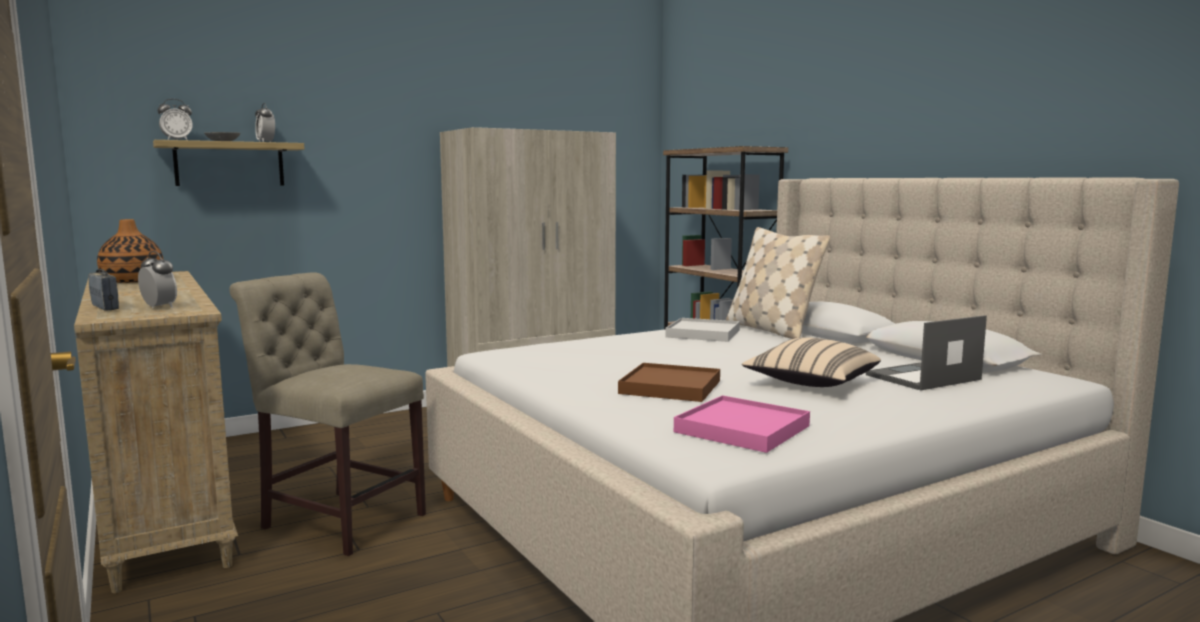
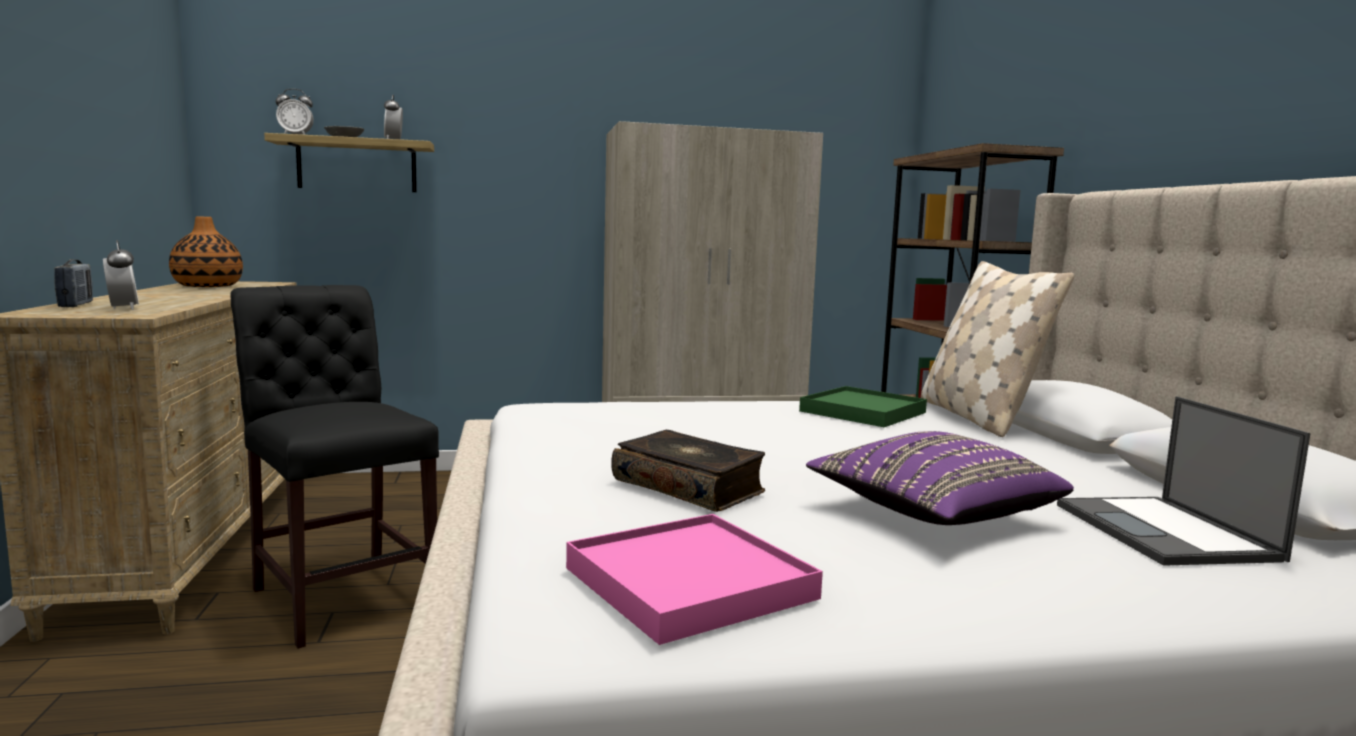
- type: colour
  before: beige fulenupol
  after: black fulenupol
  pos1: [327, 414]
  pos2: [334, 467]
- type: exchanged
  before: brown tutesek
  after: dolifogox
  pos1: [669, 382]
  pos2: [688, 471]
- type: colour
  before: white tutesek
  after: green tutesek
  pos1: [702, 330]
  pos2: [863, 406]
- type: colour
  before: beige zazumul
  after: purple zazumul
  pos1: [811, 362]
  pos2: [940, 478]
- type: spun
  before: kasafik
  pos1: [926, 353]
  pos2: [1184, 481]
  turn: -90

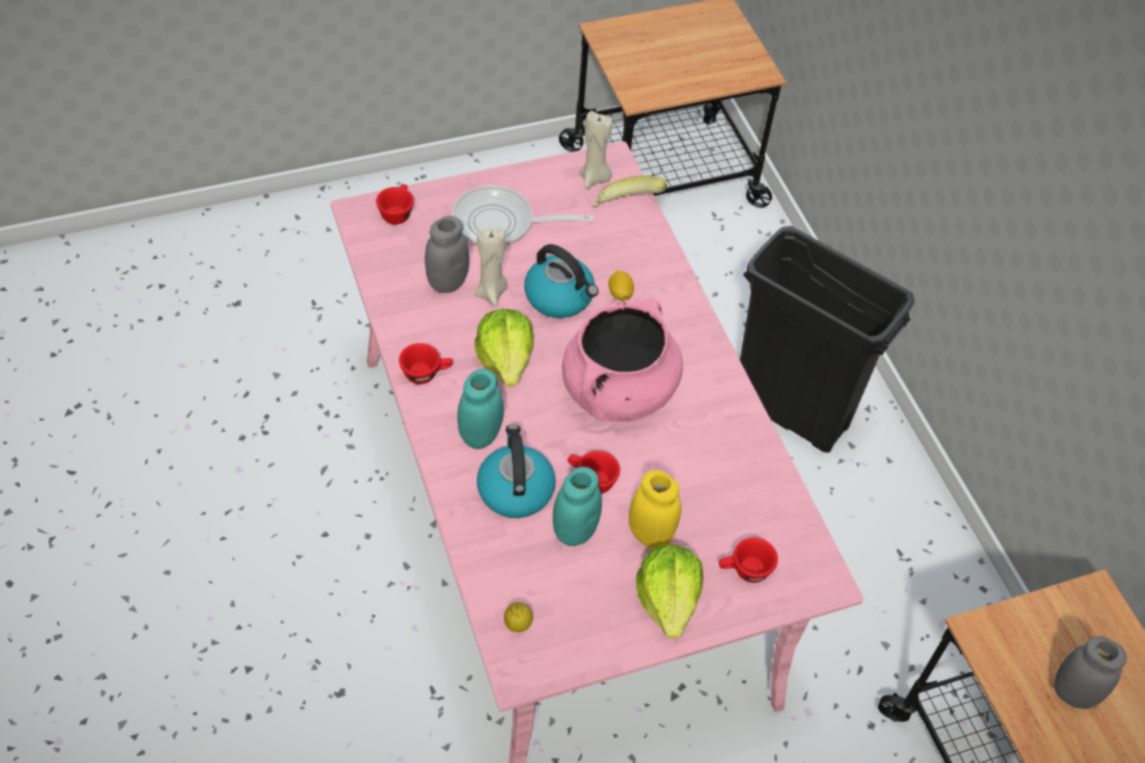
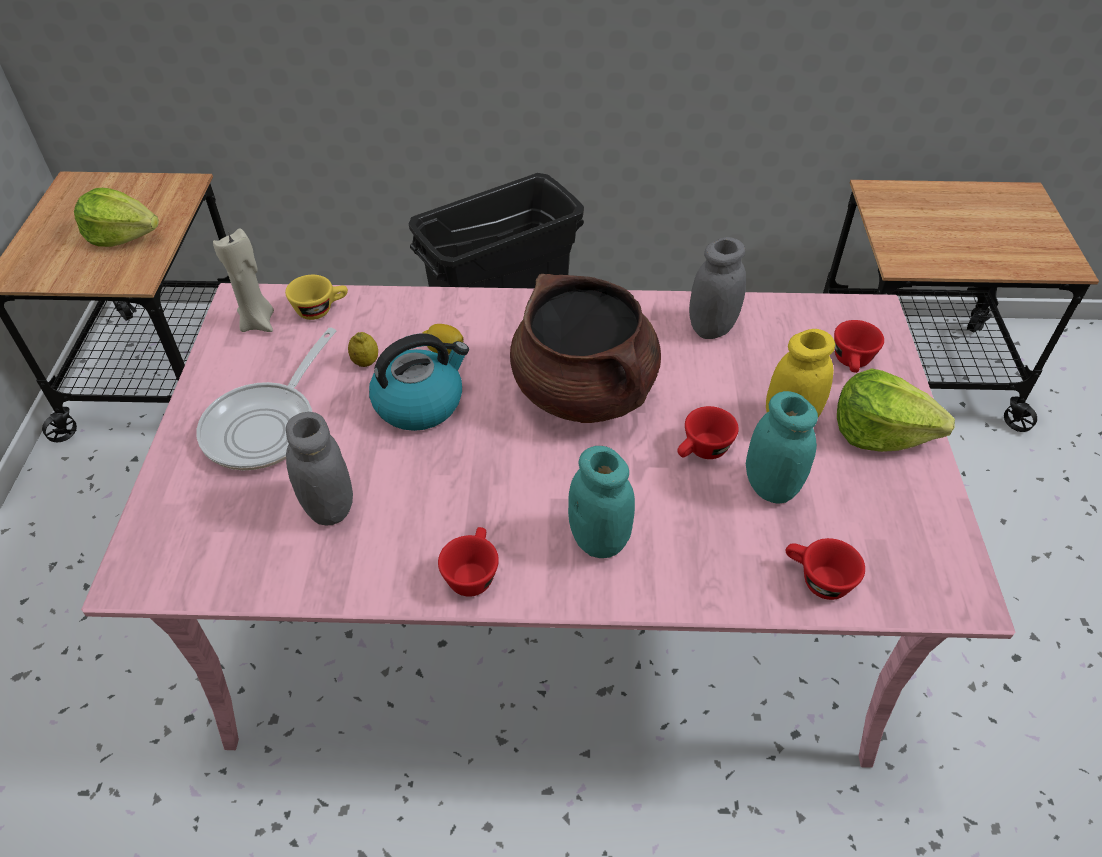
- type: relocated
  before: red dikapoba
  pos1: [395, 204]
  pos2: [825, 569]
- type: missing
  before: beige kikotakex
  pos1: [491, 267]
- type: relocated
  before: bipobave
  pos1: [504, 348]
  pos2: [116, 217]
- type: missing
  before: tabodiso
  pos1: [516, 471]
- type: relocated
  before: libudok
  pos1: [518, 617]
  pos2: [363, 349]
- type: colour
  before: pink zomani
  after: brown zomani
  pos1: [622, 360]
  pos2: [585, 348]
- type: exchanged
  before: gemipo
  after: yellow dikapoba
  pos1: [629, 191]
  pos2: [316, 297]
- type: relocated
  before: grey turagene
  pos1: [1090, 672]
  pos2: [717, 288]

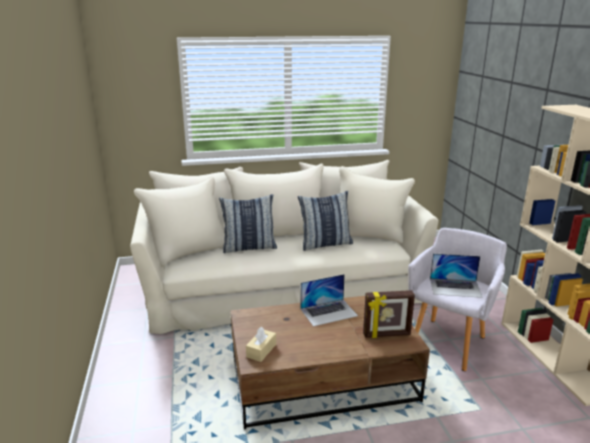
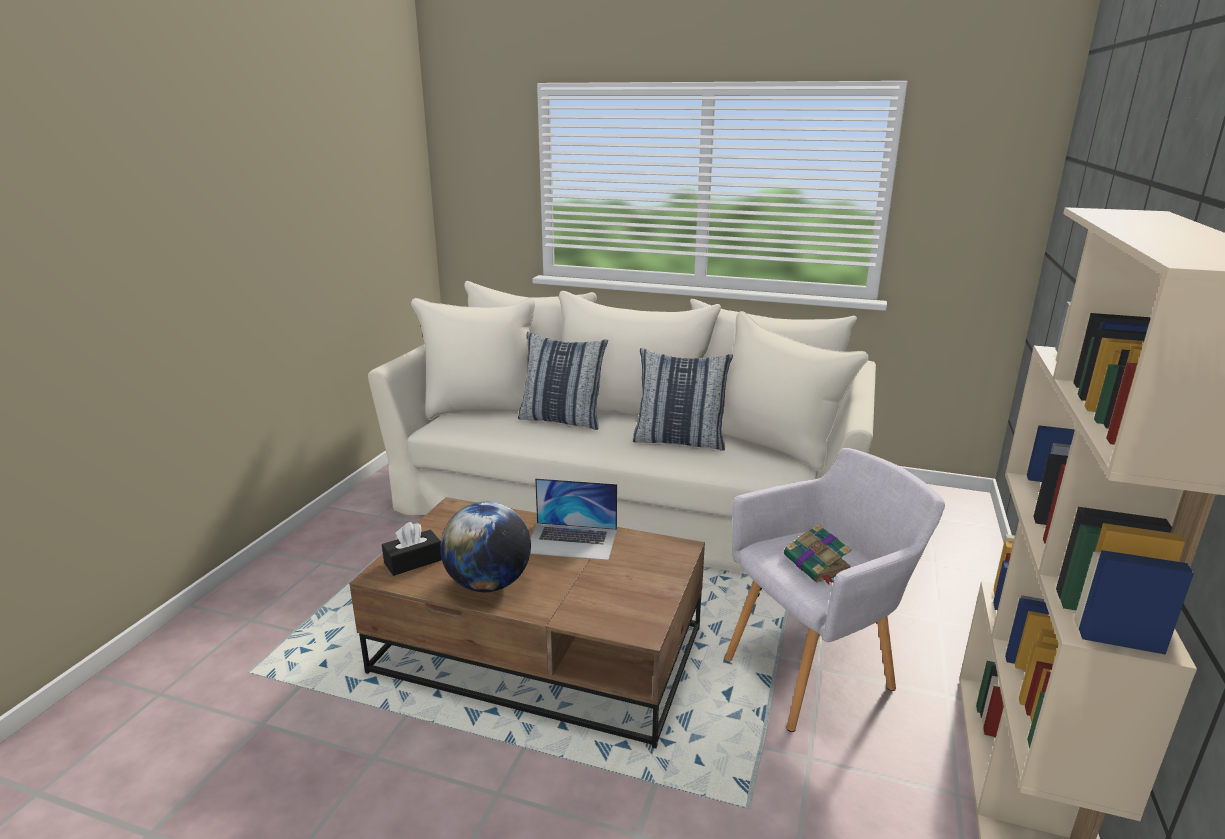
- type: colour
  before: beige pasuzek
  after: black pasuzek
  pos1: [261, 344]
  pos2: [412, 549]
- type: missing
  before: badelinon
  pos1: [389, 314]
- type: exchanged
  before: kasafik
  after: dolifogox
  pos1: [456, 275]
  pos2: [818, 554]
- type: appeared
  after: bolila
  pos2: [485, 547]

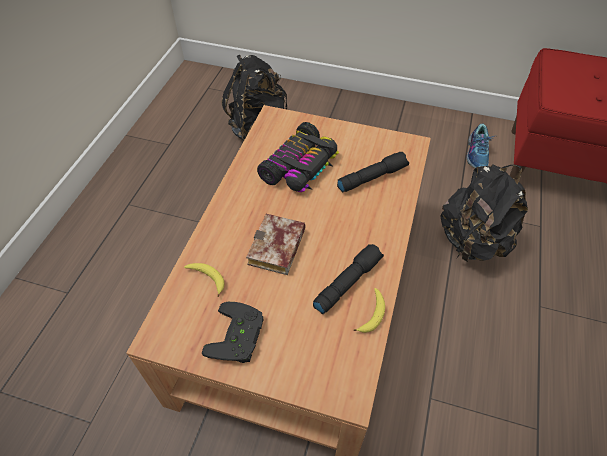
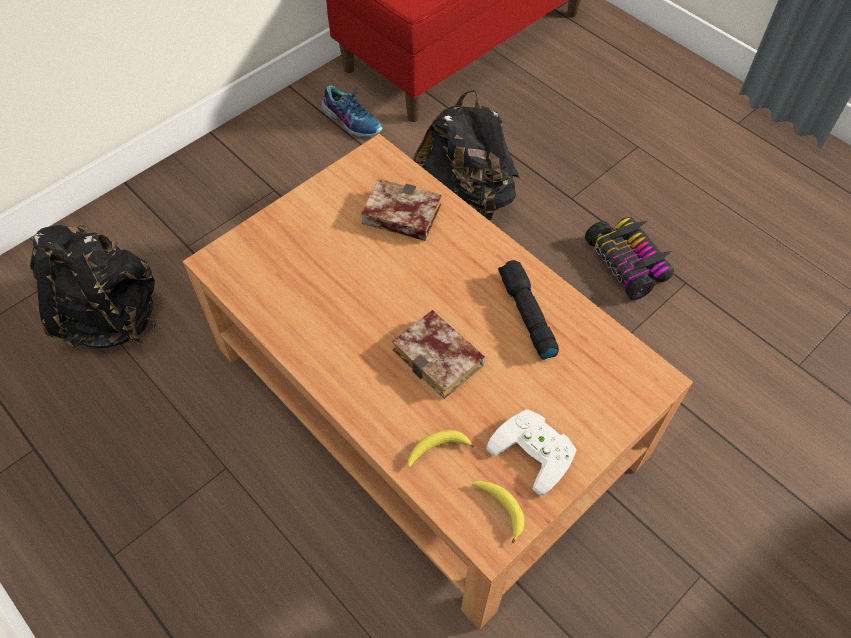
- type: colour
  before: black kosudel
  after: white kosudel
  pos1: [233, 332]
  pos2: [531, 452]
- type: relocated
  before: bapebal
  pos1: [298, 157]
  pos2: [629, 258]
- type: exchanged
  before: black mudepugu
  after: dolifogox
  pos1: [373, 172]
  pos2: [401, 210]
- type: relocated
  before: gemipo
  pos1: [369, 310]
  pos2: [498, 512]

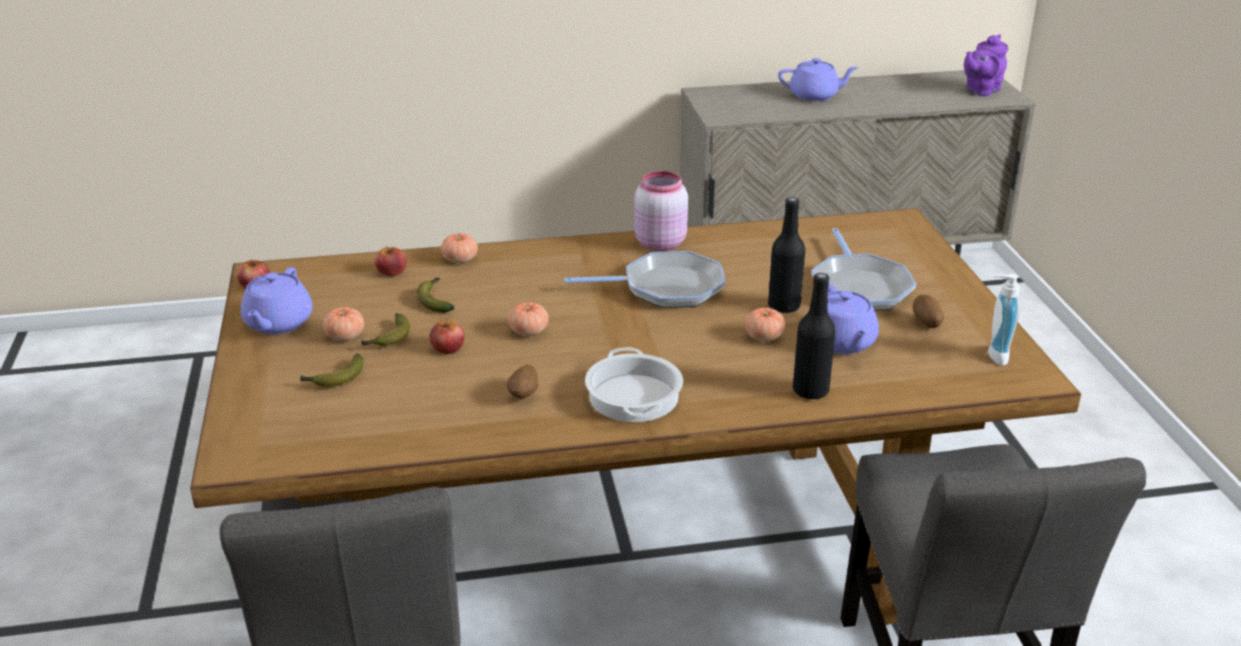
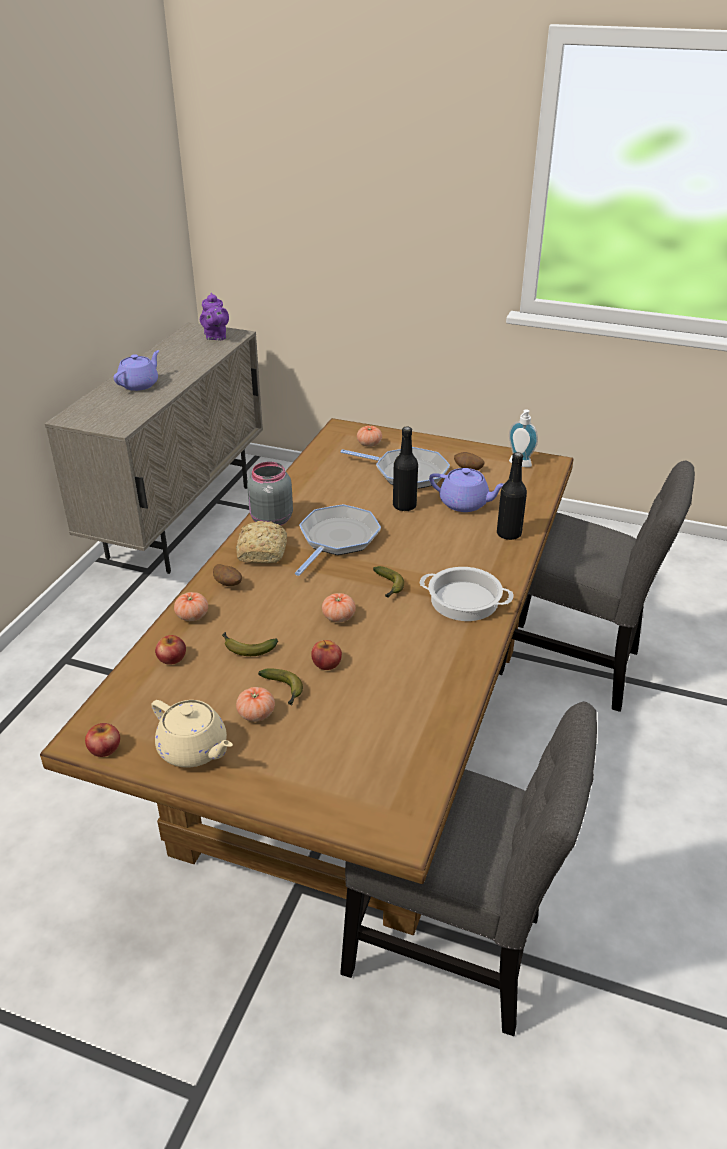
- type: colour
  before: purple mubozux
  after: beige mubozux
  pos1: [277, 300]
  pos2: [192, 734]
- type: relocated
  before: gemipo
  pos1: [331, 370]
  pos2: [388, 582]
- type: relocated
  before: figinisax
  pos1: [522, 382]
  pos2: [227, 575]
- type: colour
  before: pink turagene
  after: grey turagene
  pos1: [661, 211]
  pos2: [270, 493]
- type: relocated
  before: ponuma
  pos1: [765, 324]
  pos2: [369, 436]
- type: appeared
  after: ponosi
  pos2: [261, 542]

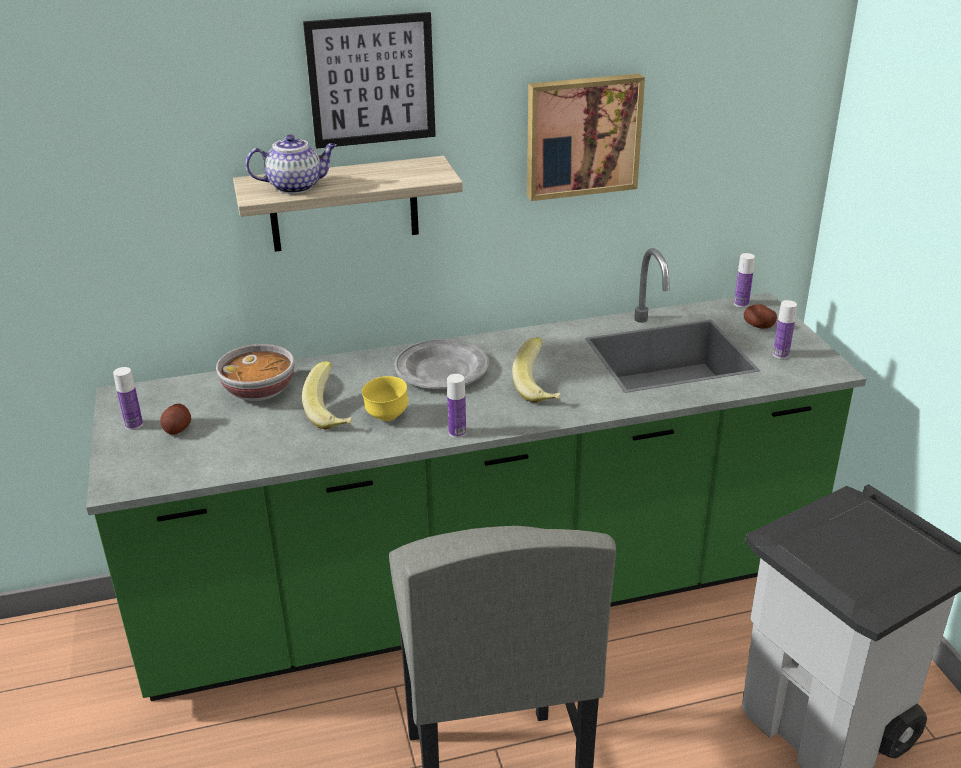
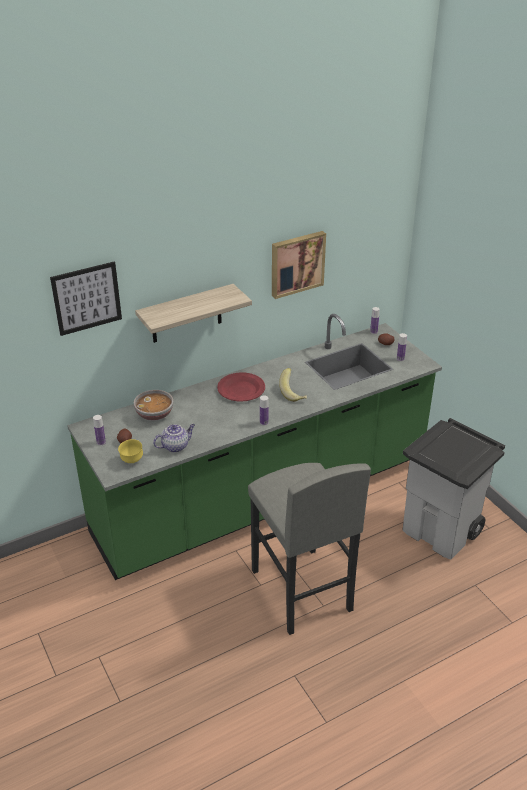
- type: relocated
  before: mubozux
  pos1: [291, 164]
  pos2: [174, 438]
- type: missing
  before: gemipo
  pos1: [327, 395]
- type: relocated
  before: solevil
  pos1: [369, 80]
  pos2: [86, 299]
- type: relocated
  before: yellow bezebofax
  pos1: [385, 398]
  pos2: [130, 451]
- type: colour
  before: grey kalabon
  after: red kalabon
  pos1: [442, 364]
  pos2: [241, 387]

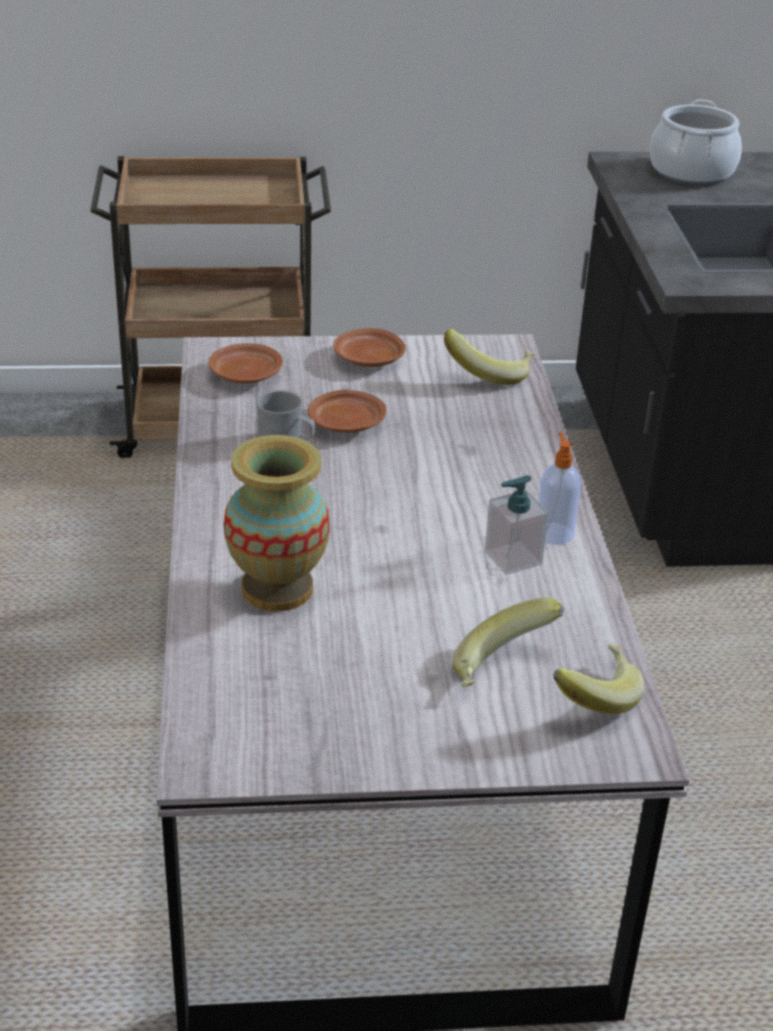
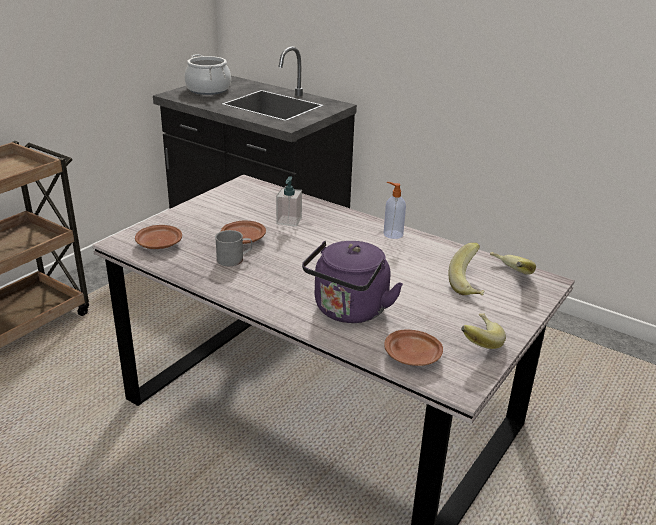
- type: exchanged
  before: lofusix
  after: purple tabodiso
  pos1: [277, 523]
  pos2: [352, 282]
- type: relocated
  before: brown kalabon
  pos1: [369, 347]
  pos2: [413, 348]
- type: relocated
  before: gemipo
  pos1: [489, 357]
  pos2: [483, 331]
- type: relocated
  before: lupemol
  pos1: [517, 525]
  pos2: [289, 201]

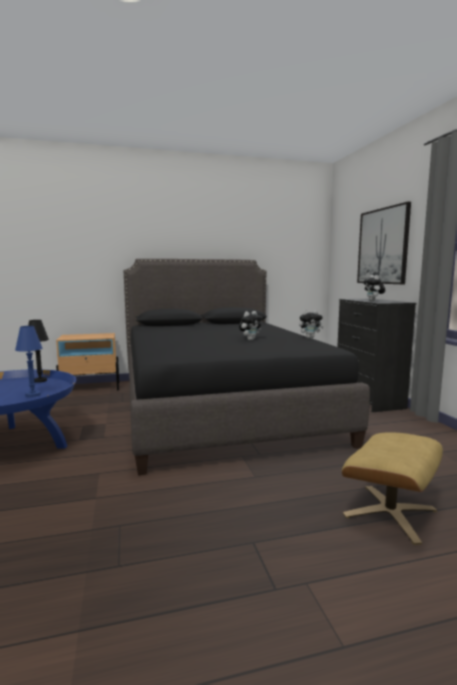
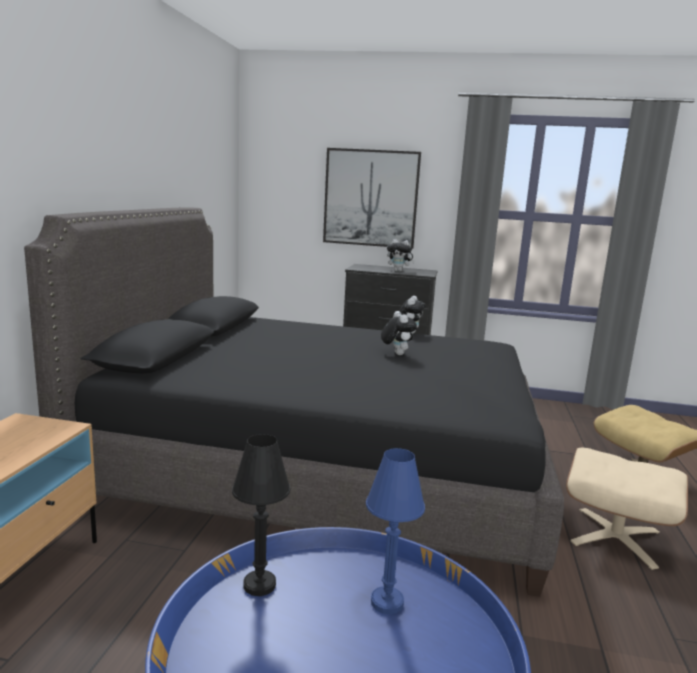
- type: appeared
  after: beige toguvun
  pos2: [627, 509]

